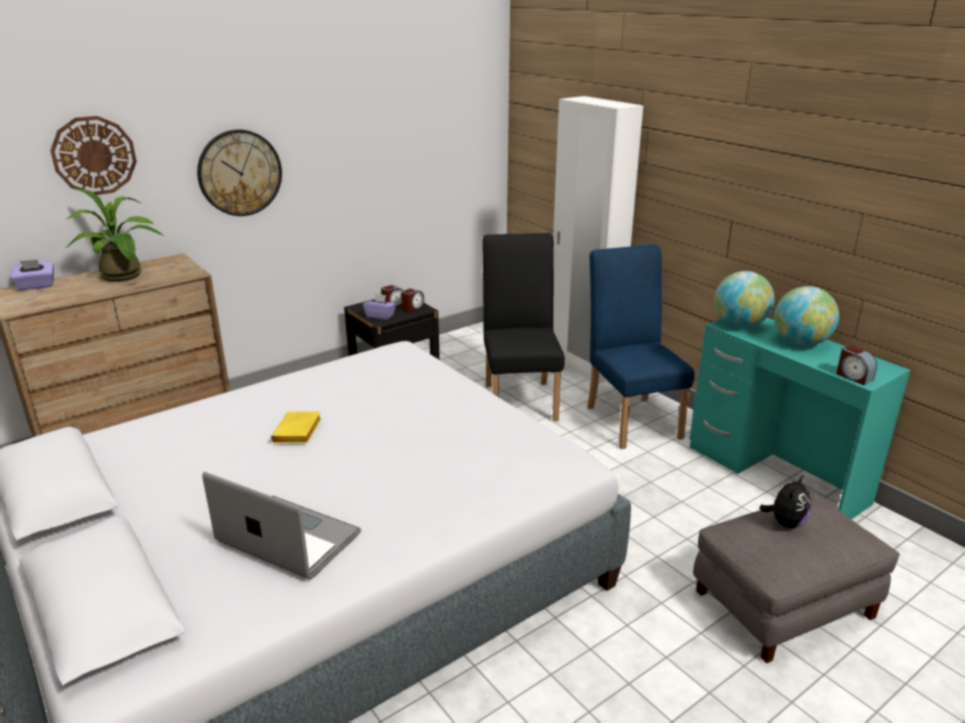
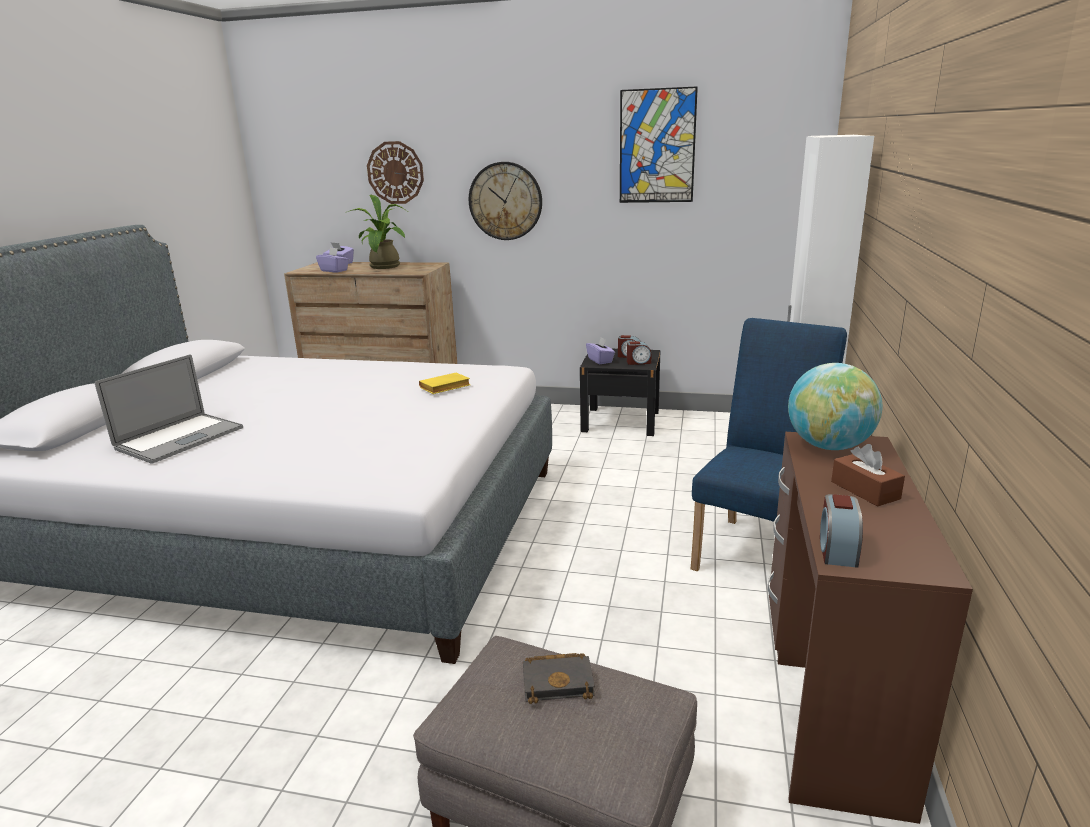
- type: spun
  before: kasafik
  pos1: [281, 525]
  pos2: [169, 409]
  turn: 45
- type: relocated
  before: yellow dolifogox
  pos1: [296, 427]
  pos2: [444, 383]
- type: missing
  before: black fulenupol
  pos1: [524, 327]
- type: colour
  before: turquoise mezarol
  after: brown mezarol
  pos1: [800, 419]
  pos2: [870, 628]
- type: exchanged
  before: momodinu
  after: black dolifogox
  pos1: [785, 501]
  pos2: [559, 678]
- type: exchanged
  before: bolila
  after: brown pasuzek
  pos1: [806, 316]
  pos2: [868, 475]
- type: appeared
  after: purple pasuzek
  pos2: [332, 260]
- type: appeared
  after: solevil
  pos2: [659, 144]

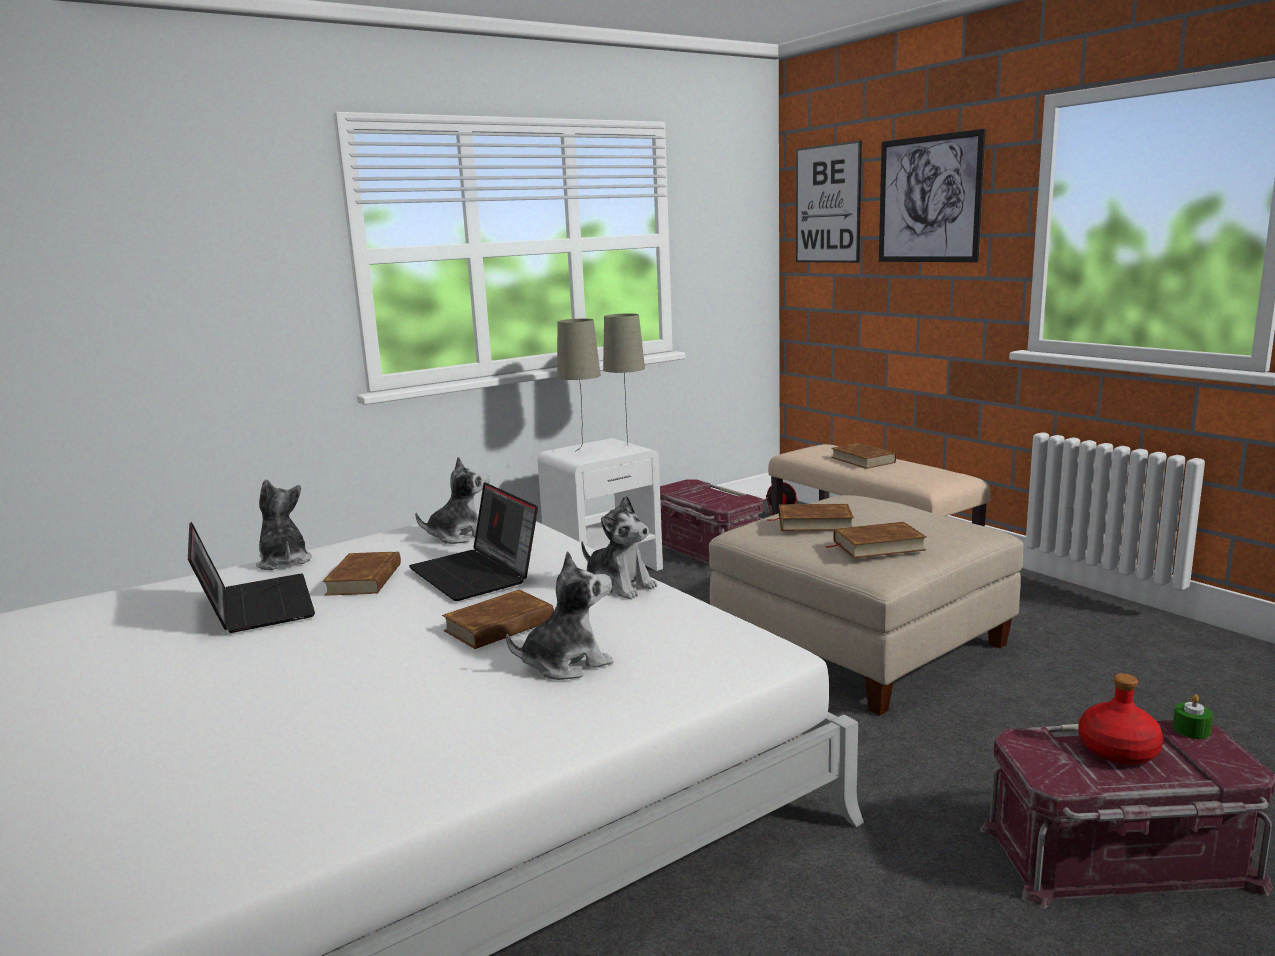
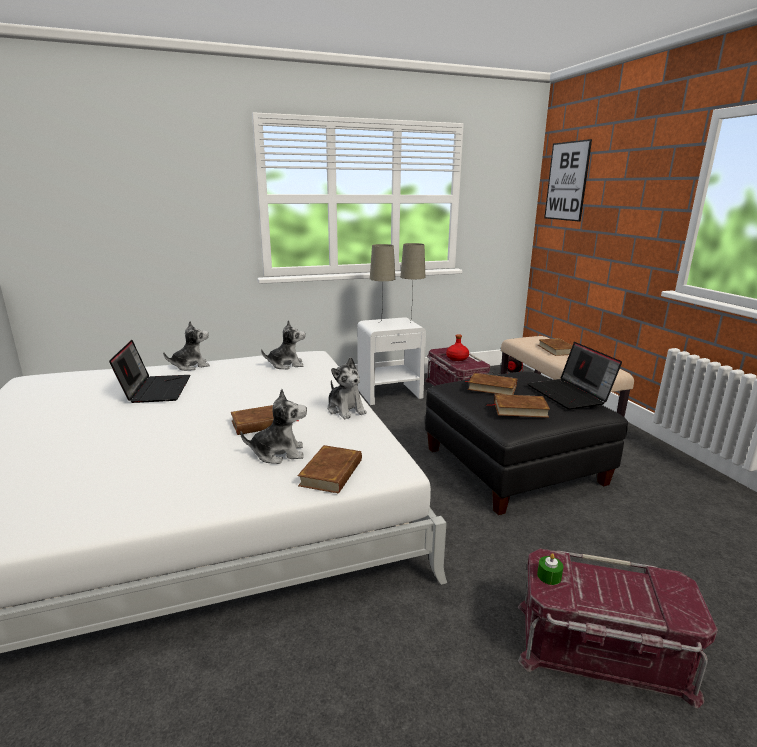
- type: spun
  before: momodinu
  pos1: [284, 524]
  pos2: [186, 346]
  turn: 75
- type: relocated
  before: brown dolifogox
  pos1: [361, 573]
  pos2: [329, 469]
- type: relocated
  before: kasafik
  pos1: [473, 541]
  pos2: [574, 376]
- type: colour
  before: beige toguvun
  after: black toguvun
  pos1: [866, 605]
  pos2: [526, 443]
- type: missing
  before: solevil
  pos1: [932, 195]
- type: relocated
  before: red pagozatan
  pos1: [1121, 719]
  pos2: [457, 347]
- type: relocated
  before: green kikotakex
  pos1: [1193, 716]
  pos2: [550, 569]

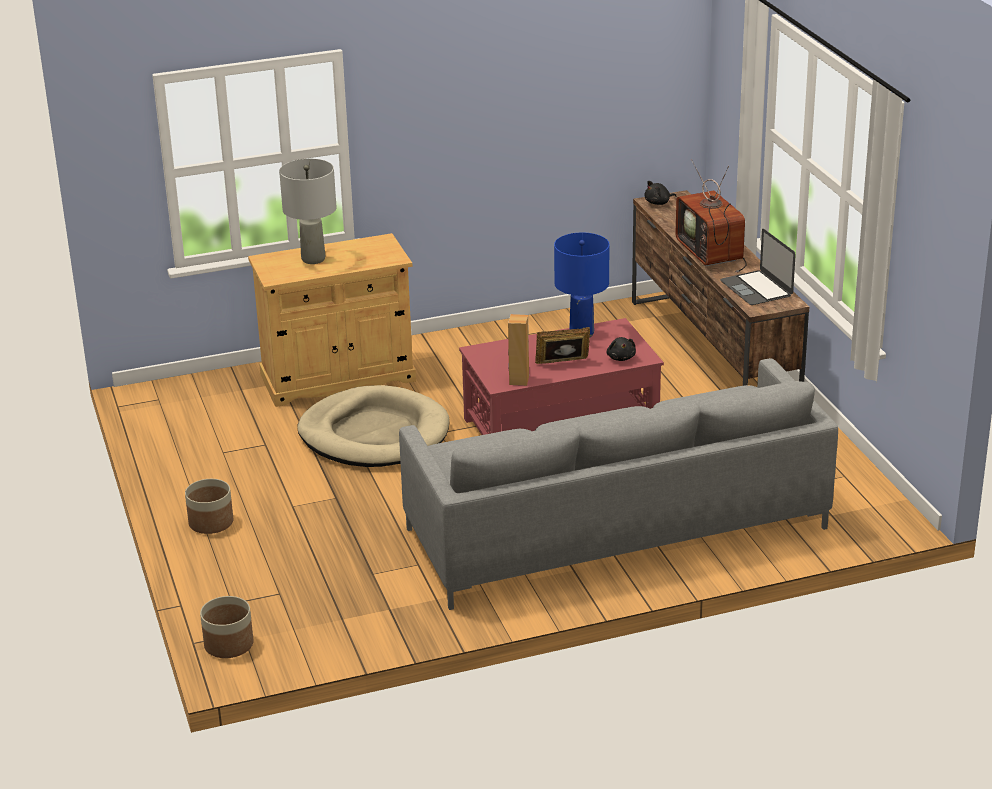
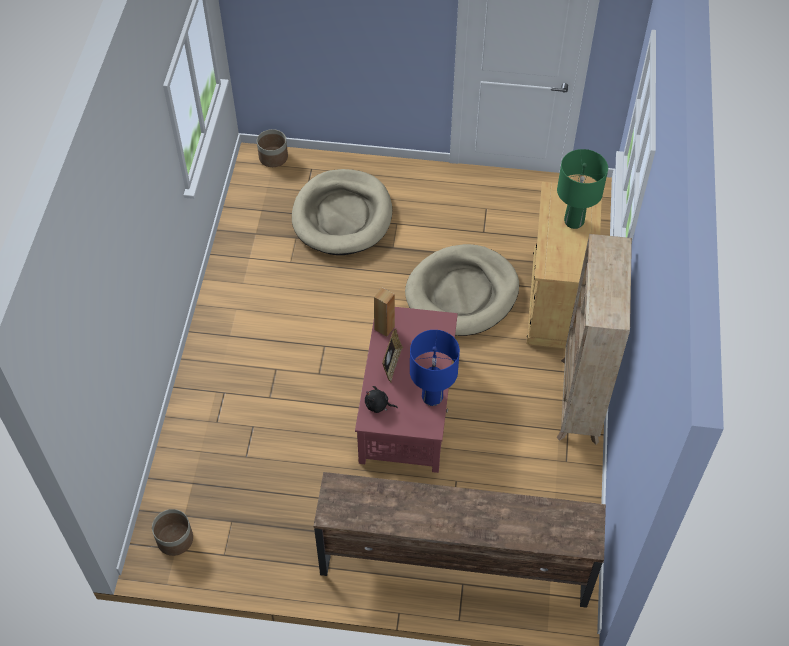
- type: relocated
  before: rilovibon
  pos1: [209, 506]
  pos2: [172, 532]
- type: colour
  before: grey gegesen
  after: green gegesen
  pos1: [308, 211]
  pos2: [582, 189]
- type: missing
  before: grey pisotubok
  pos1: [618, 484]
- type: missing
  before: black momodinu
  pos1: [660, 193]
- type: missing
  before: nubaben
  pos1: [711, 216]
- type: missing
  before: kasafik
  pos1: [758, 267]
- type: appeared
  after: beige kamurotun
  pos2: [342, 212]
- type: appeared
  after: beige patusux
  pos2: [594, 339]

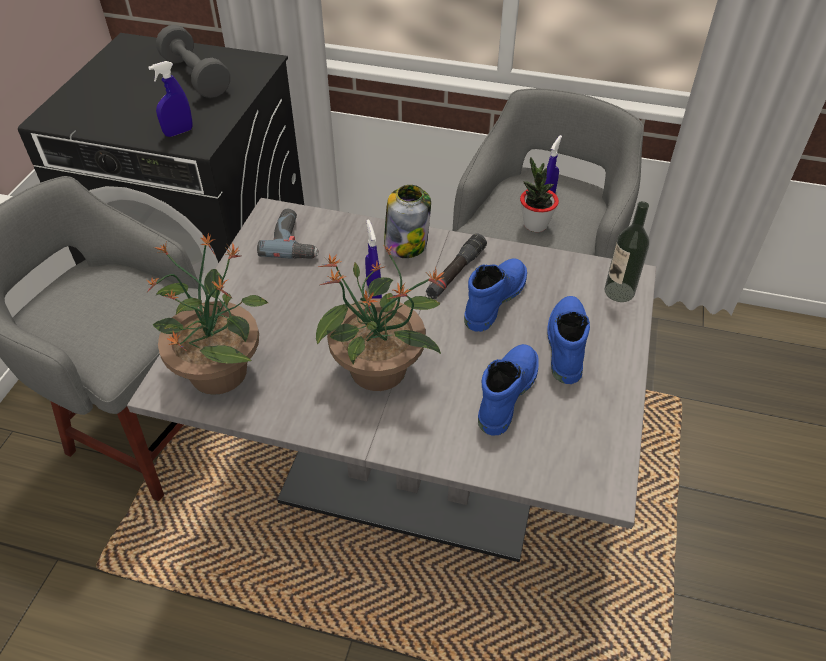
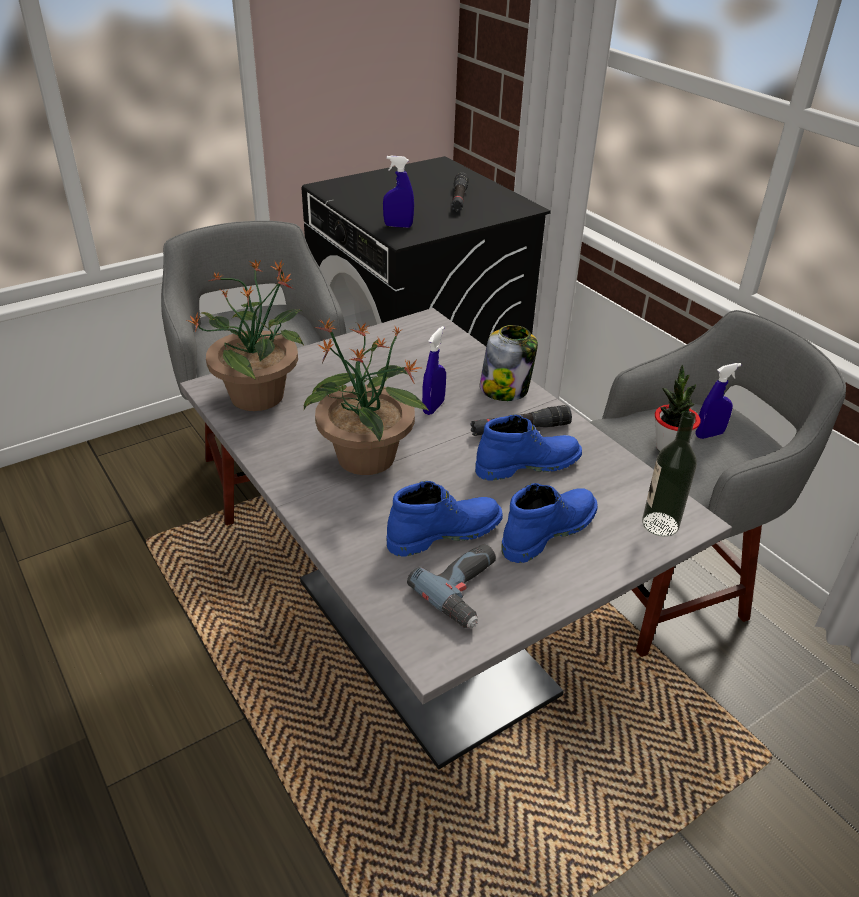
- type: exchanged
  before: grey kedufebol
  after: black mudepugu
  pos1: [193, 61]
  pos2: [460, 192]
- type: relocated
  before: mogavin
  pos1: [288, 234]
  pos2: [451, 586]

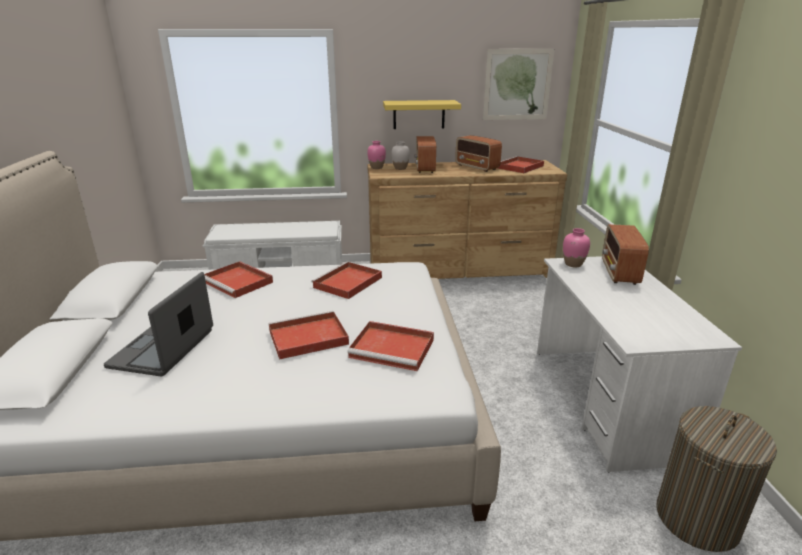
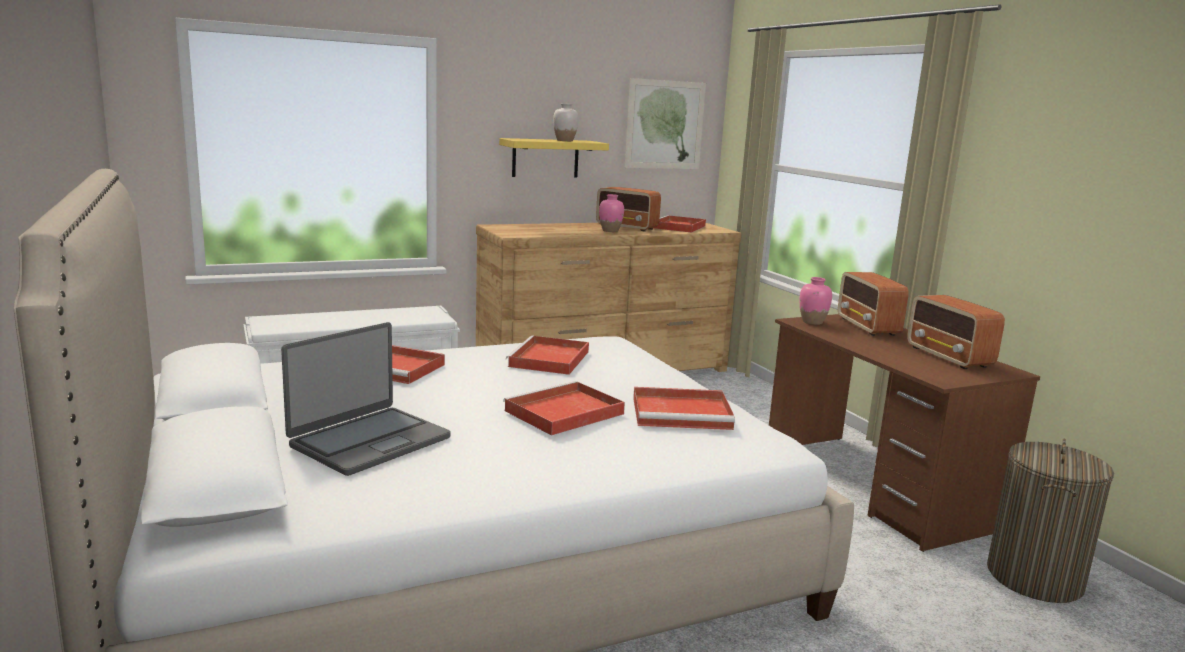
- type: spun
  before: kasafik
  pos1: [158, 324]
  pos2: [366, 399]
  turn: -135
- type: relocated
  before: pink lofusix
  pos1: [376, 155]
  pos2: [611, 213]
- type: relocated
  before: white lofusix
  pos1: [400, 155]
  pos2: [566, 122]
- type: relocated
  before: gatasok
  pos1: [425, 154]
  pos2: [956, 332]
- type: colour
  before: white mezarol
  after: brown mezarol
  pos1: [639, 364]
  pos2: [904, 433]

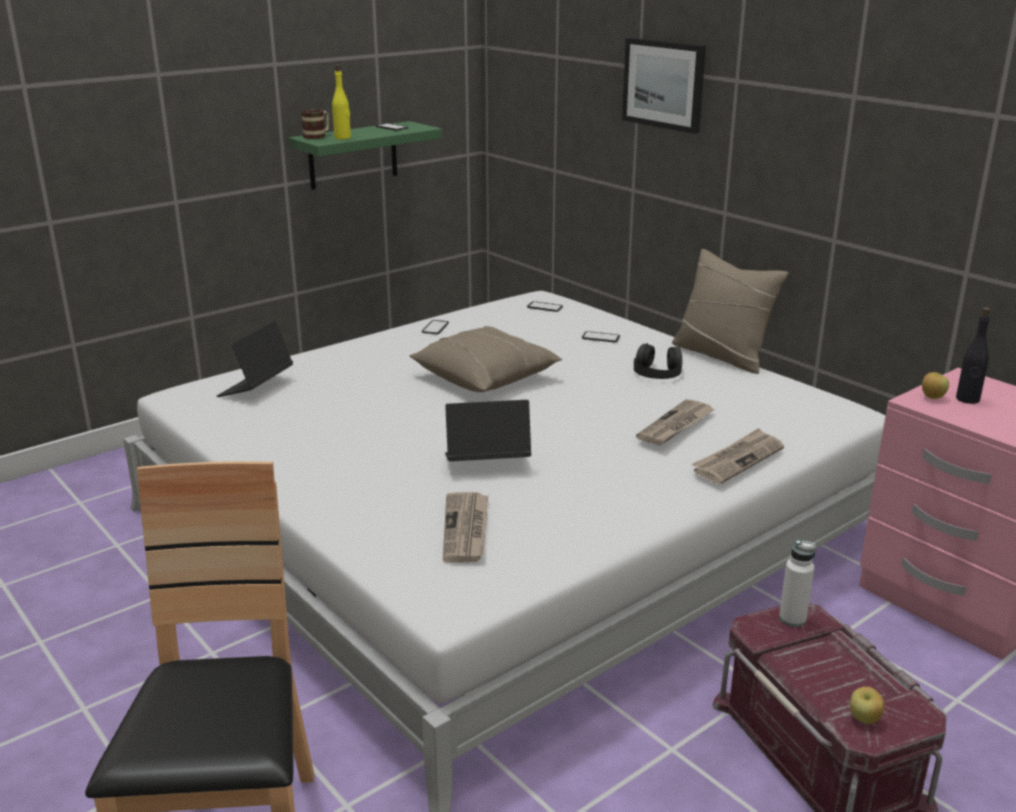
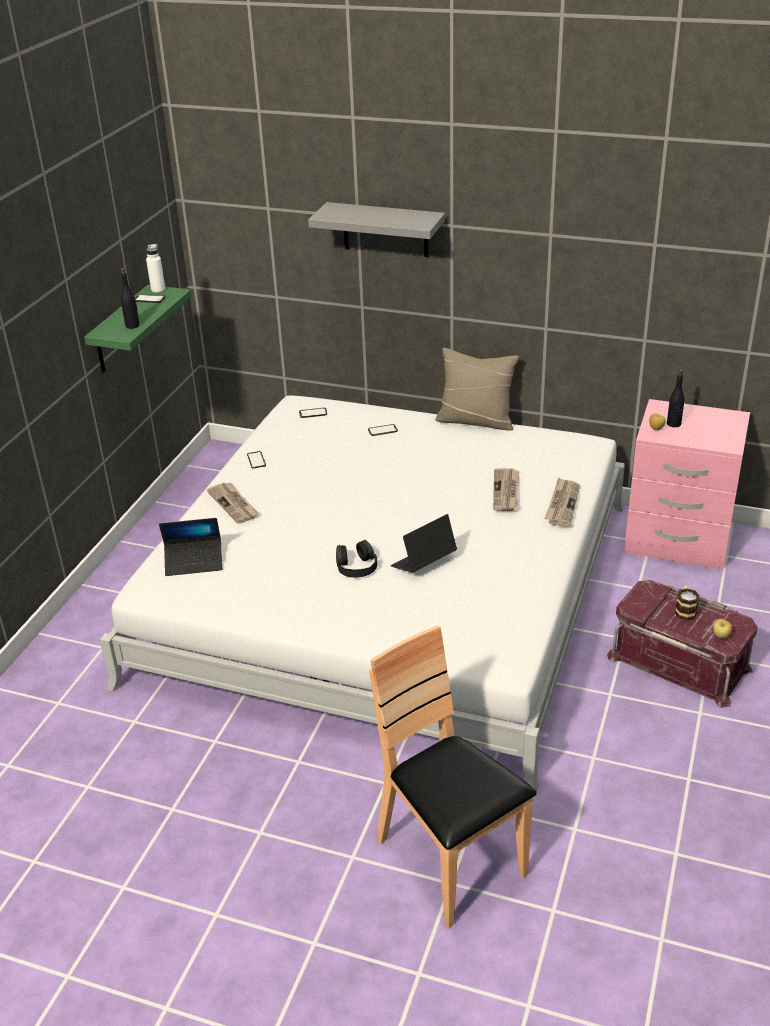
- type: spun
  before: kasafik
  pos1: [255, 359]
  pos2: [191, 547]
  turn: -90
- type: relocated
  before: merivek
  pos1: [315, 124]
  pos2: [687, 603]
- type: colour
  before: yellow pagozatan
  after: black pagozatan
  pos1: [341, 102]
  pos2: [130, 298]
- type: missing
  before: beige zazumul
  pos1: [486, 359]
- type: relocated
  before: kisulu
  pos1: [465, 527]
  pos2: [233, 503]
- type: exchanged
  before: solevil
  after: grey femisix
  pos1: [664, 86]
  pos2: [376, 229]
- type: relocated
  before: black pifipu
  pos1: [658, 361]
  pos2: [356, 559]
- type: relocated
  before: white pagozatan
  pos1: [797, 583]
  pos2: [156, 269]

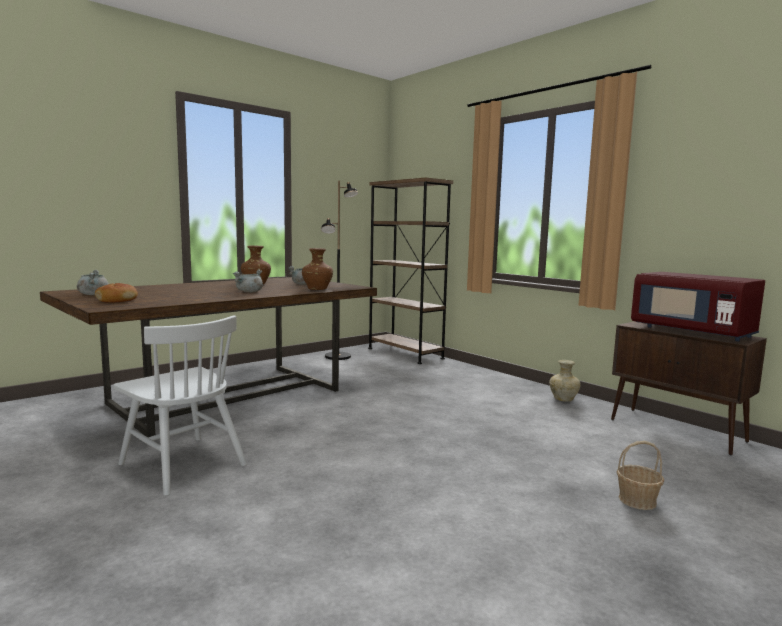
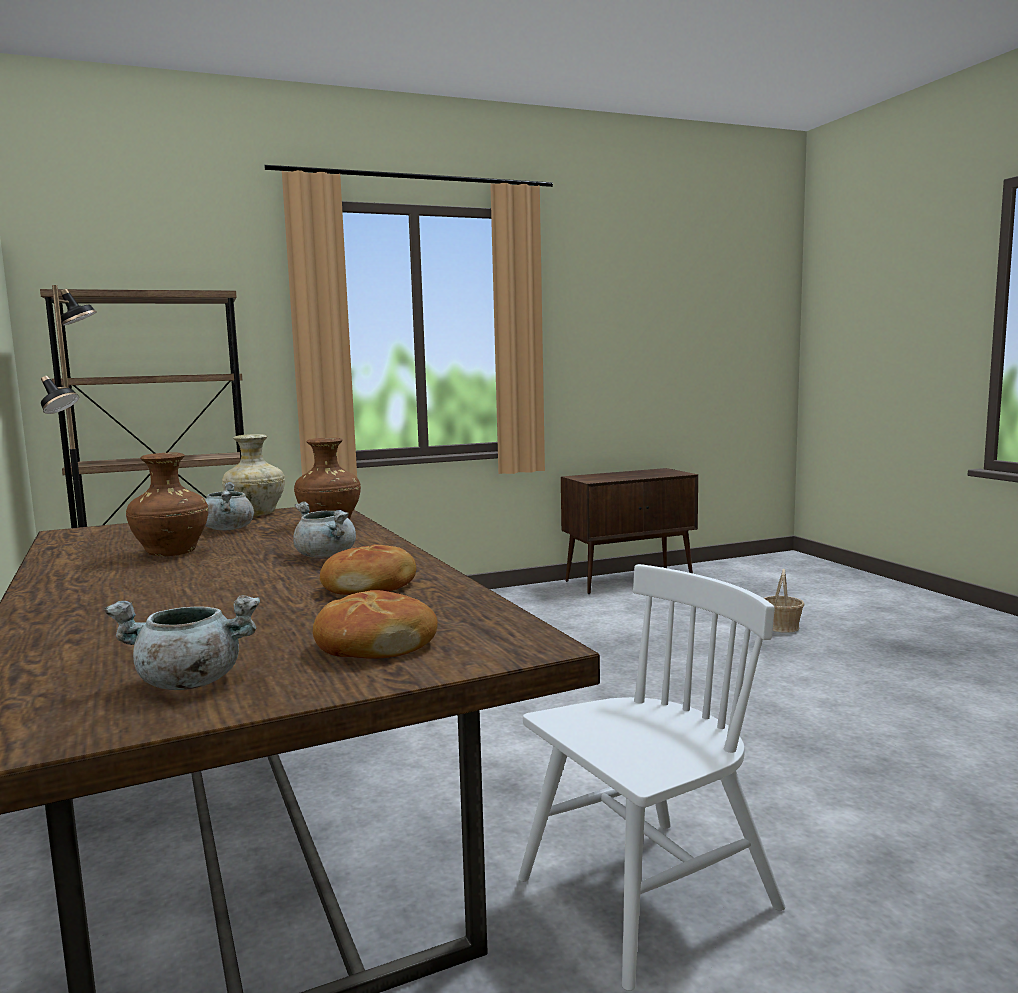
- type: relocated
  before: beige lofusix
  pos1: [565, 381]
  pos2: [253, 475]
- type: missing
  before: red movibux
  pos1: [698, 307]
- type: appeared
  after: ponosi
  pos2: [368, 569]

